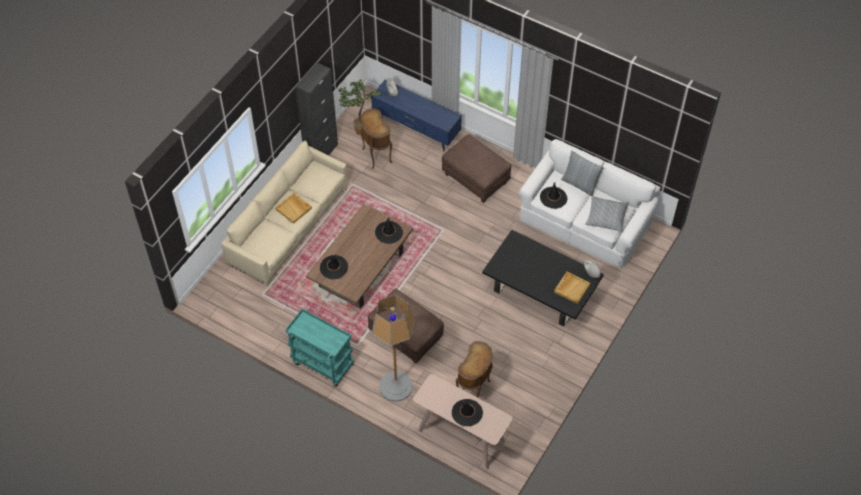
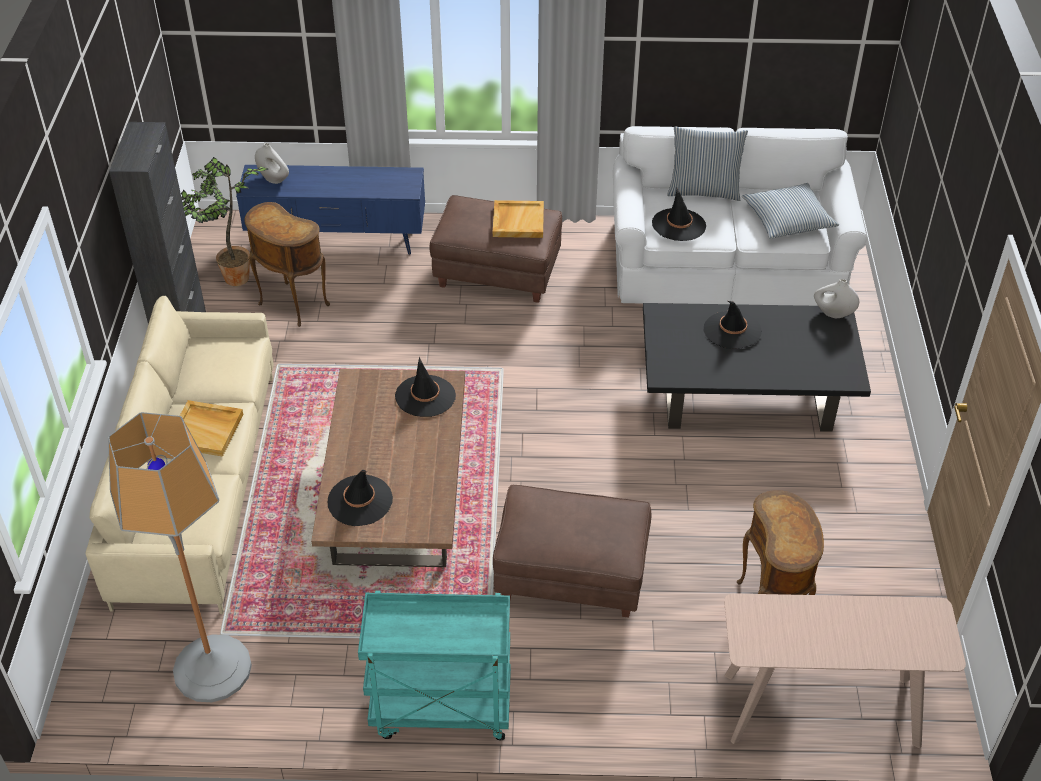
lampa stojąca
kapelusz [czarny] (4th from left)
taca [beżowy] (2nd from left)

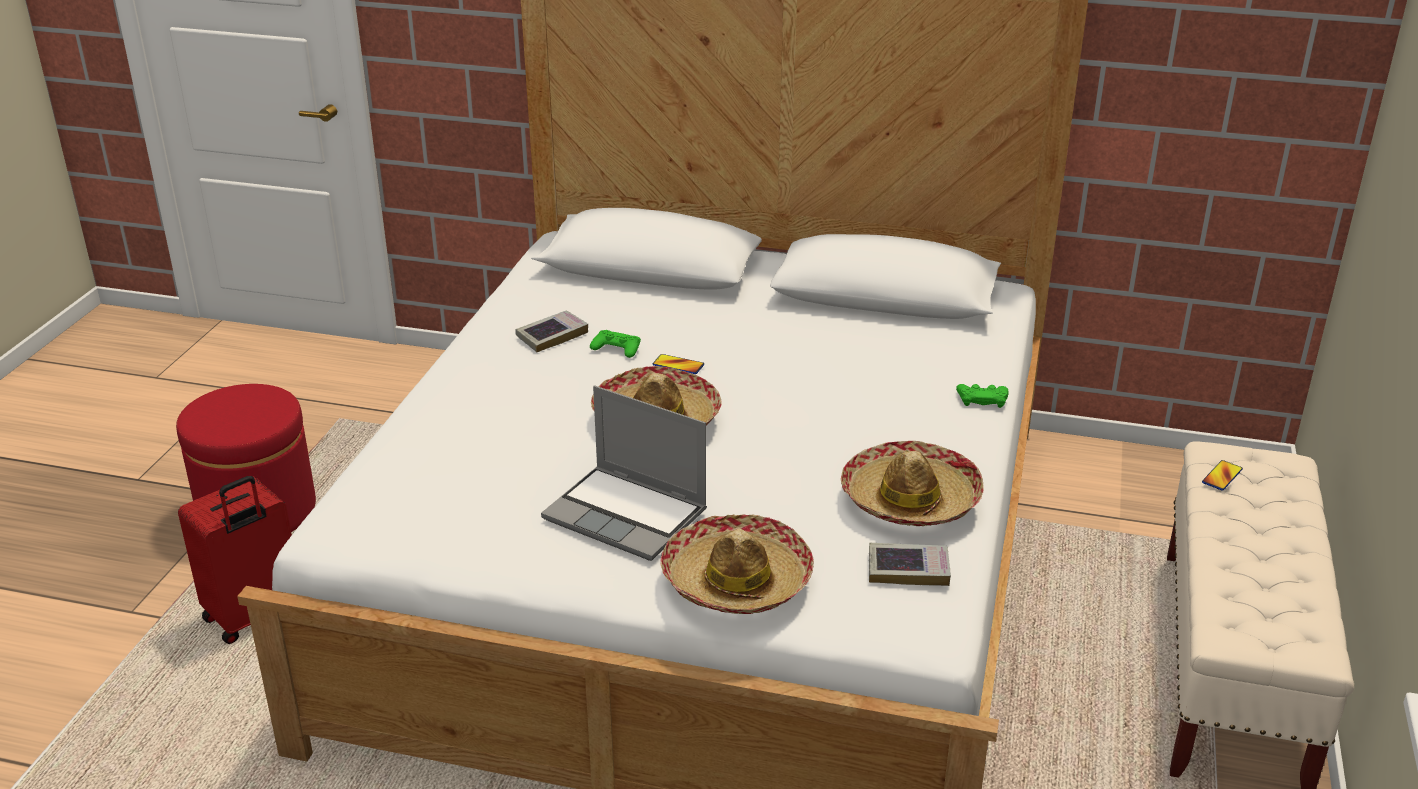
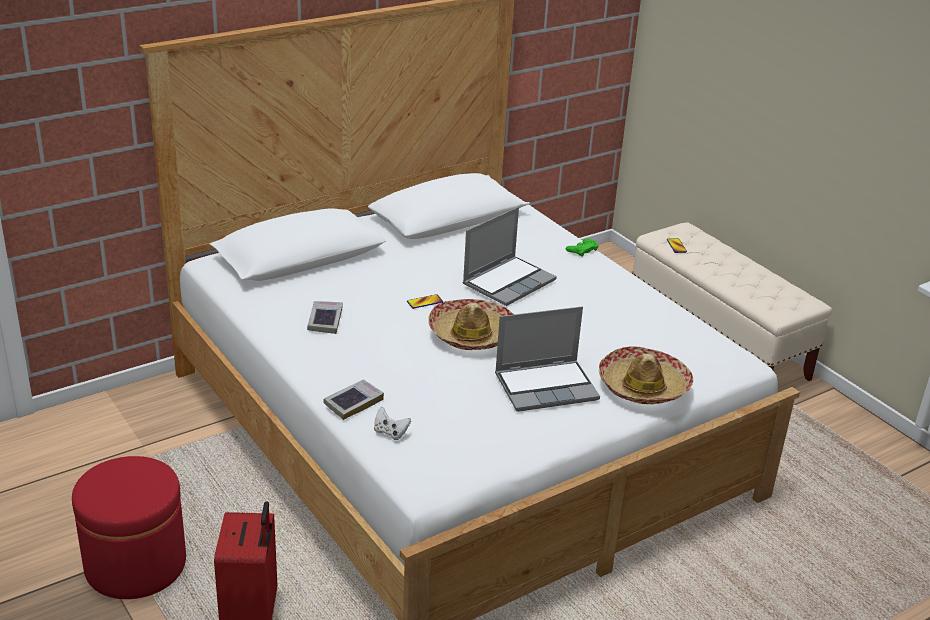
pad do gier [zielony] (1st from left in the first image)
kapelusz (3rd from left in the first image)
pad do gier [biały]
laptop (1st from left)
książka (2nd from left)

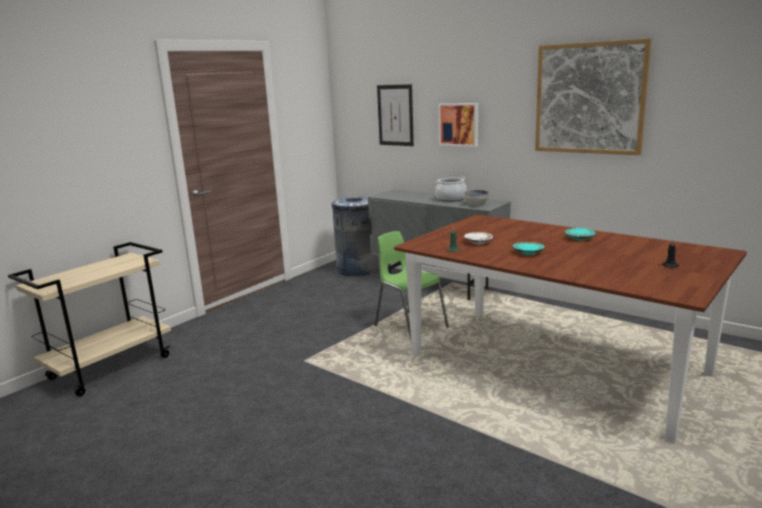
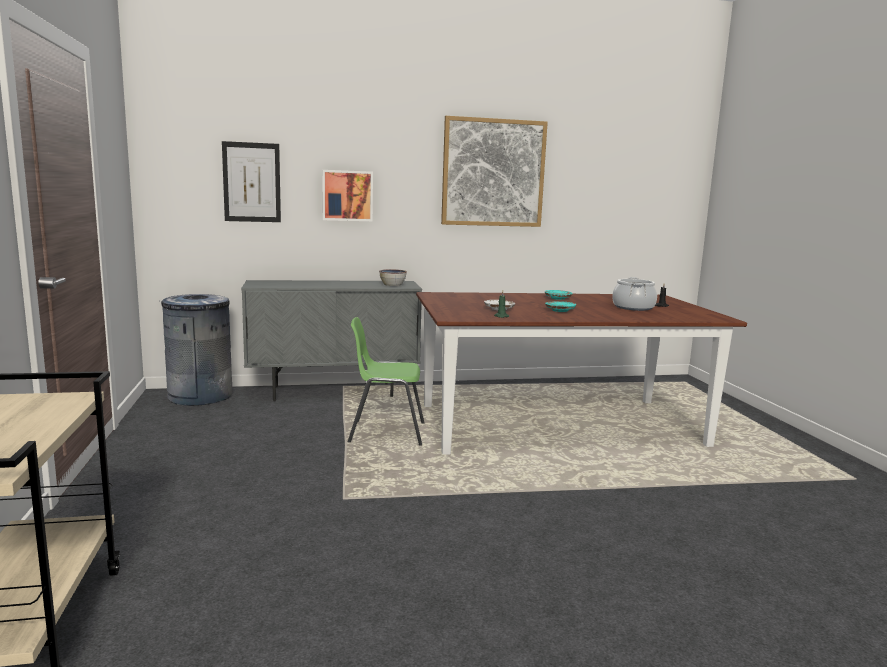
garnek

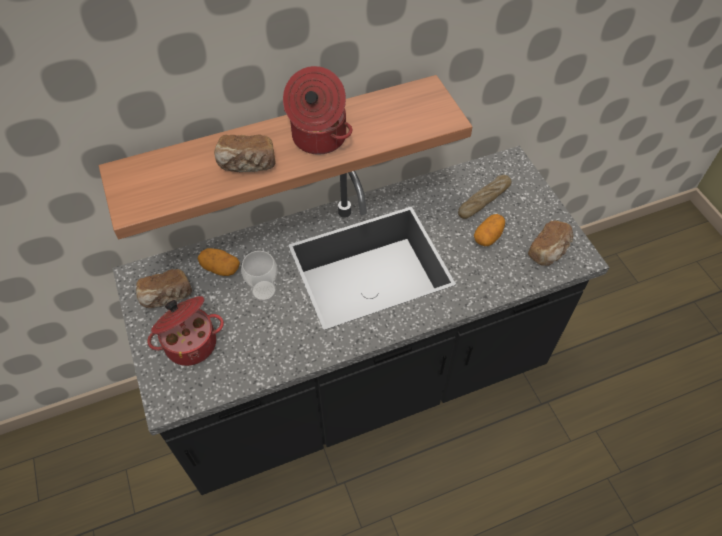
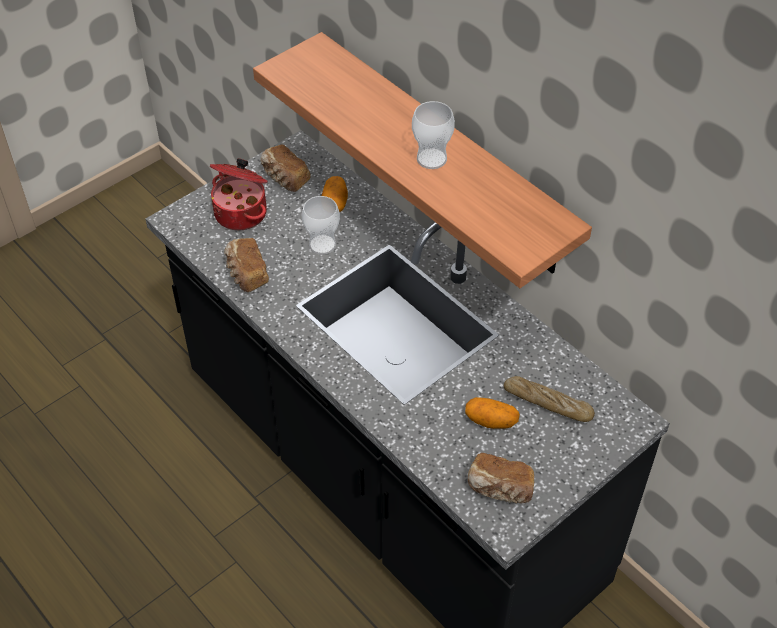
chleb (1st from left)
filiżanka (2nd from left)

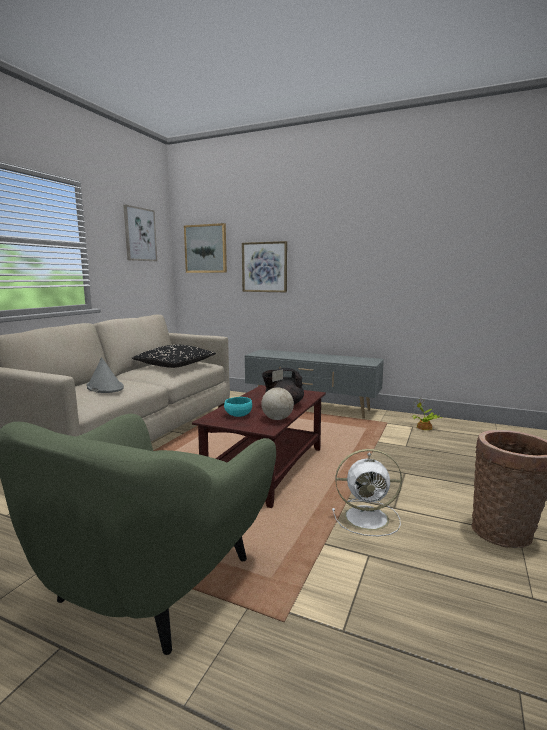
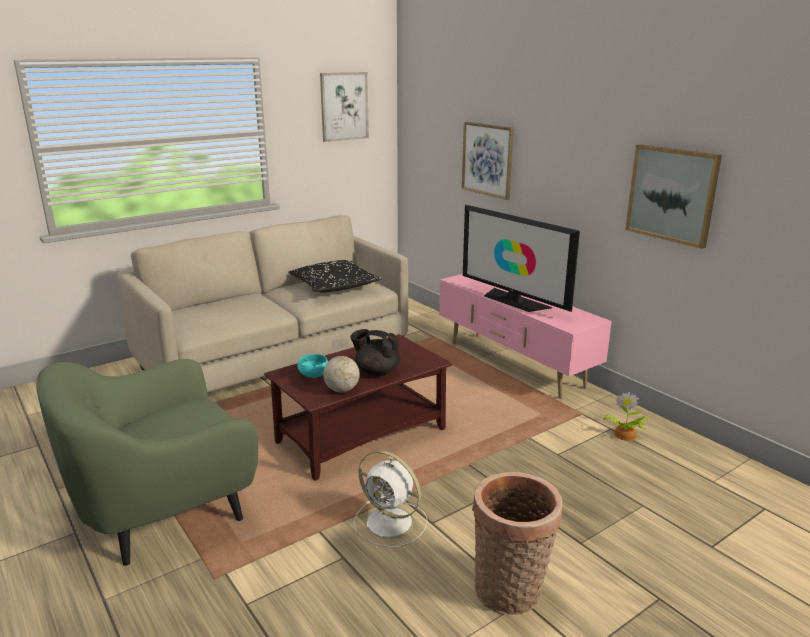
kapelusz [szary]
telewizor
obraz (3rd from left)
szafka pod telewizor [różowy]

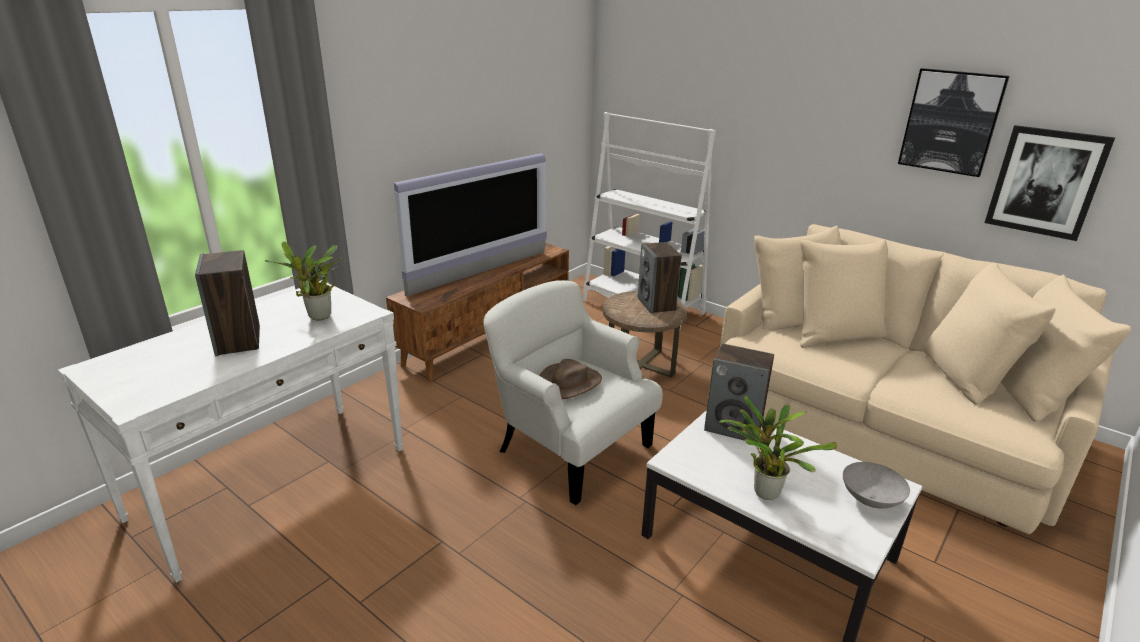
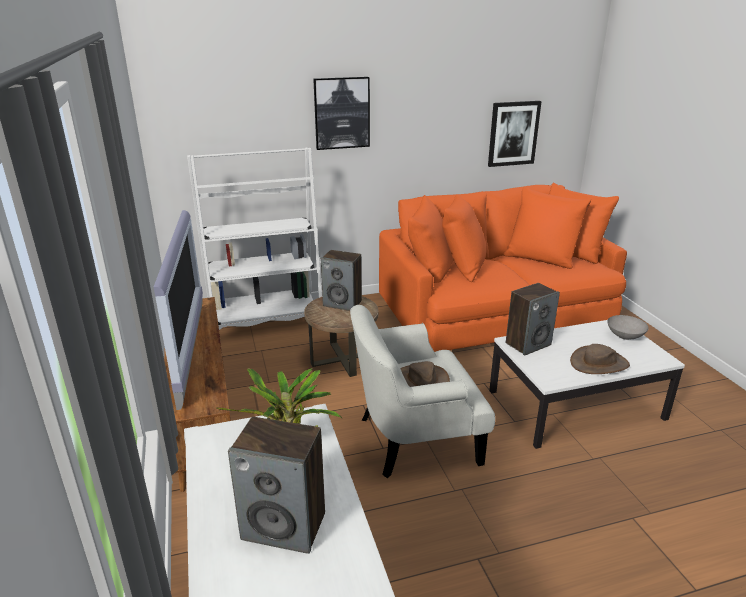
obraz (1st from left)
kapelusz [brązowy] (2nd from left)
kanapa [pomarańczowy]

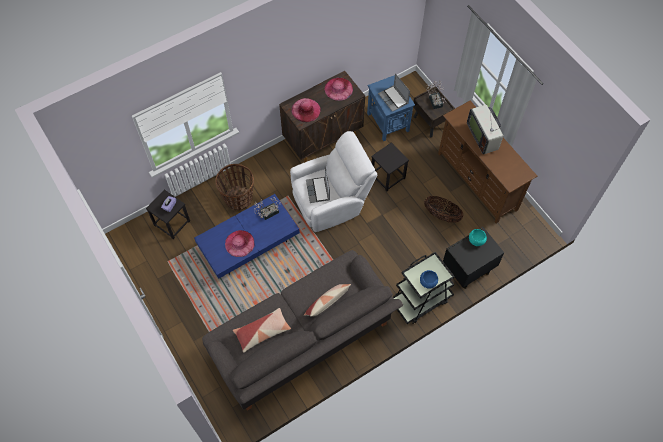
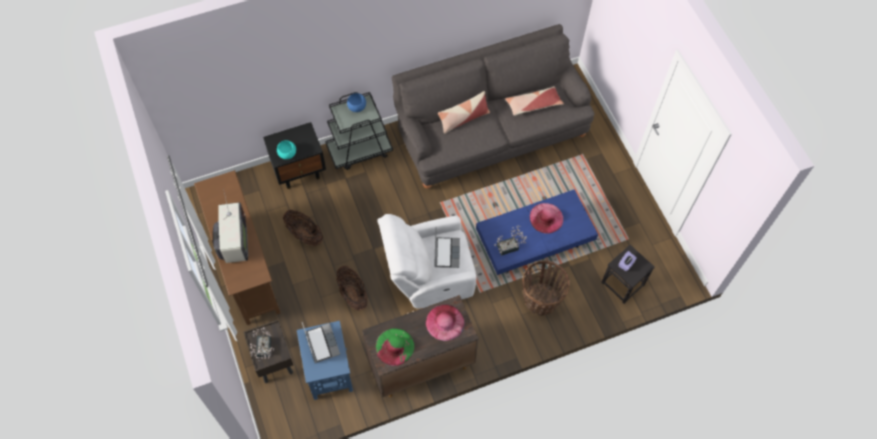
koszyk (2nd from left)
kapelusz [zielony]

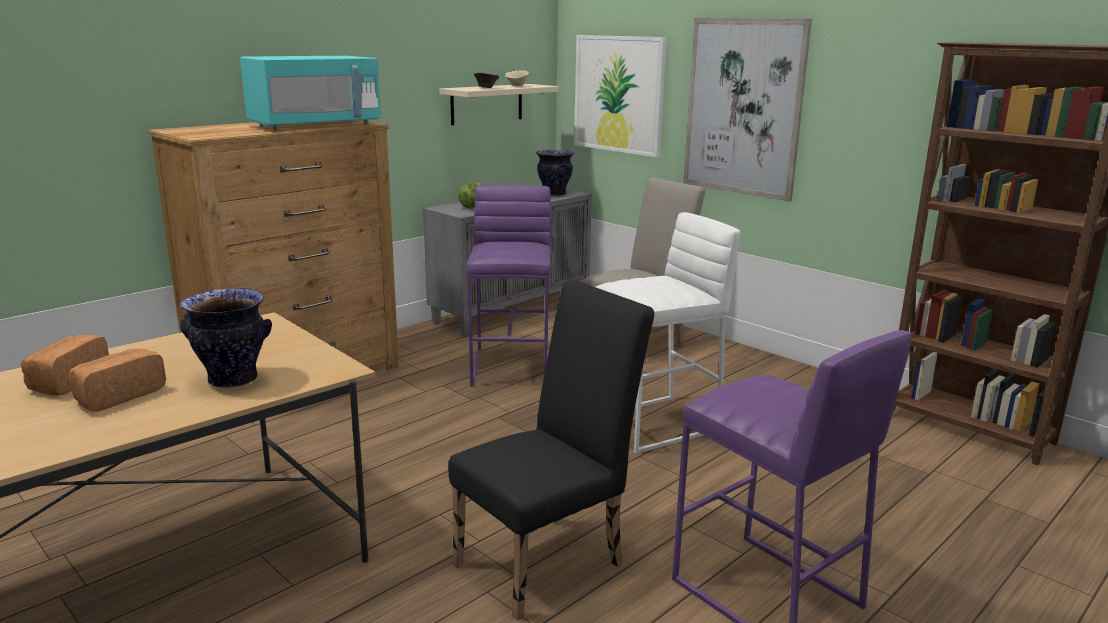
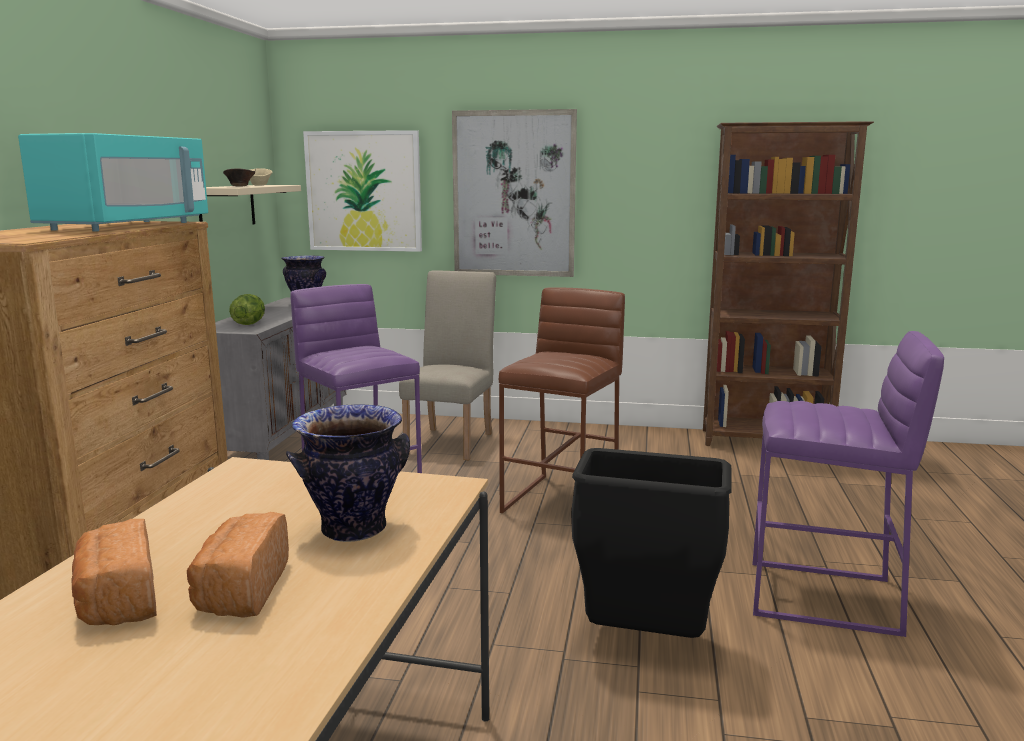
kosz na śmieci [czarny]
stołek [brązowy]

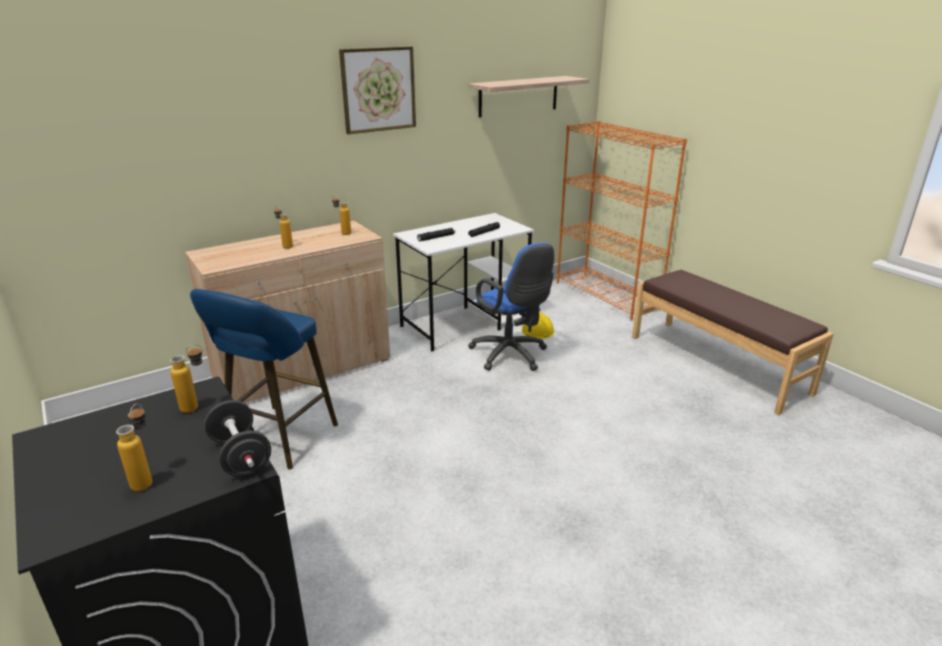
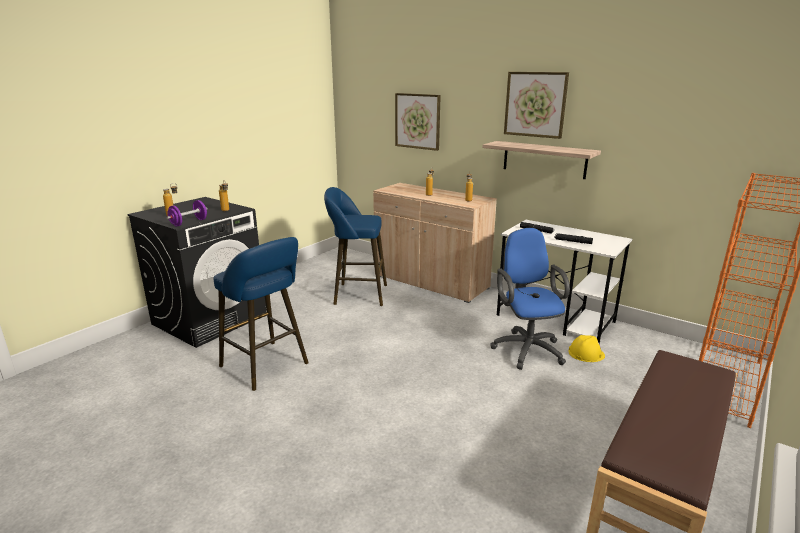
stołek [niebieski] (1st from left)
obraz (1st from left)
półka
hantel [fioletowy]
krzesło biurowe [niebieski]

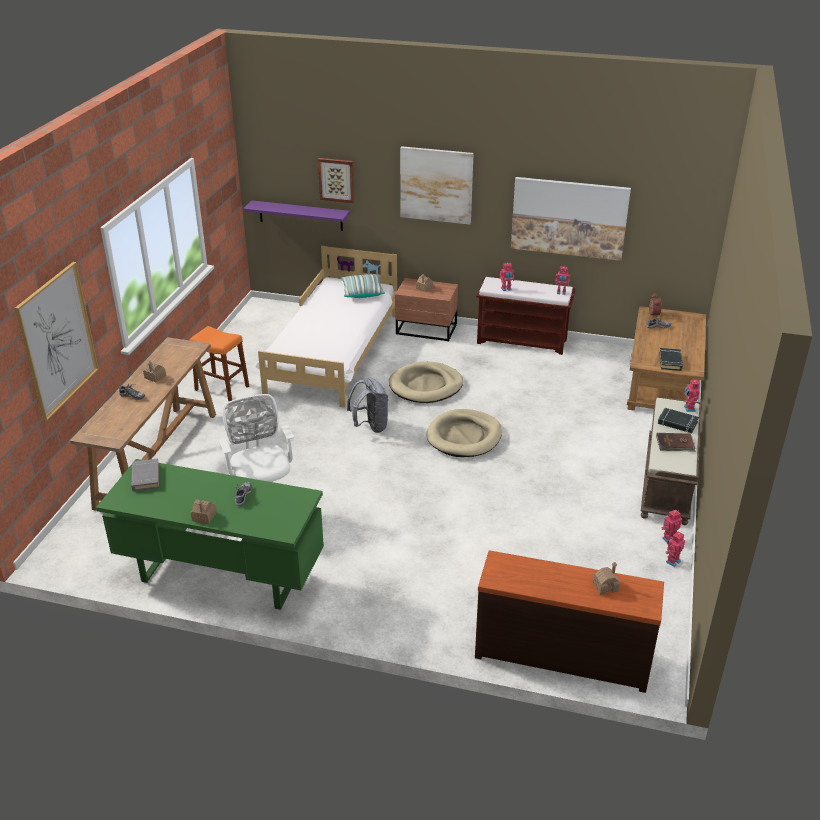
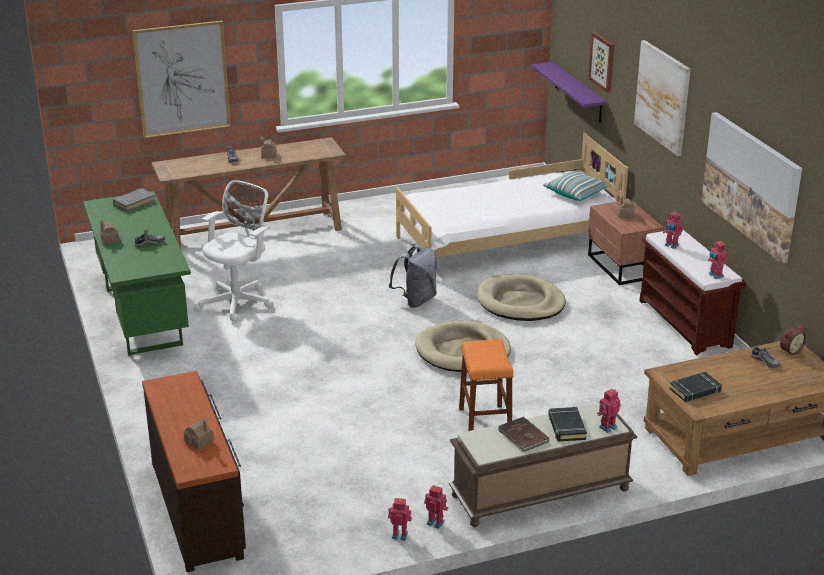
stołek [pomarańczowy]

